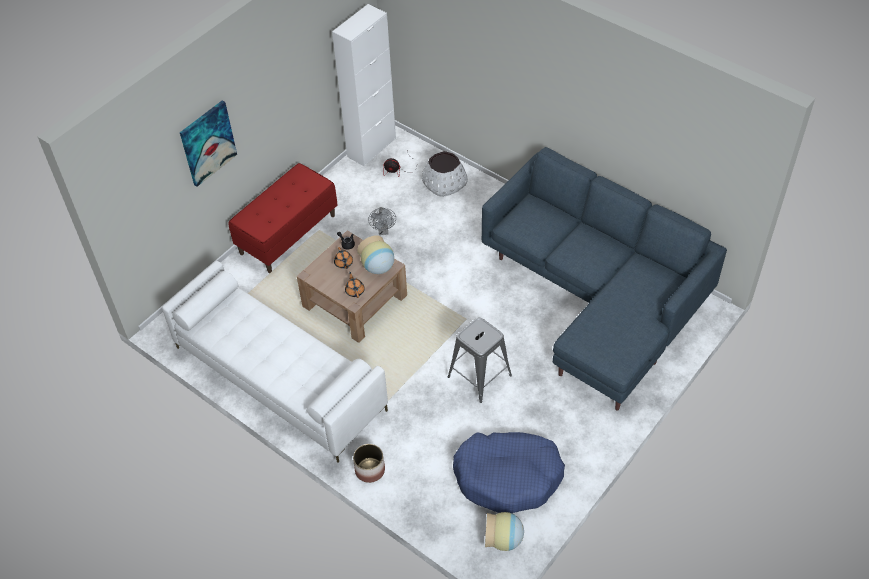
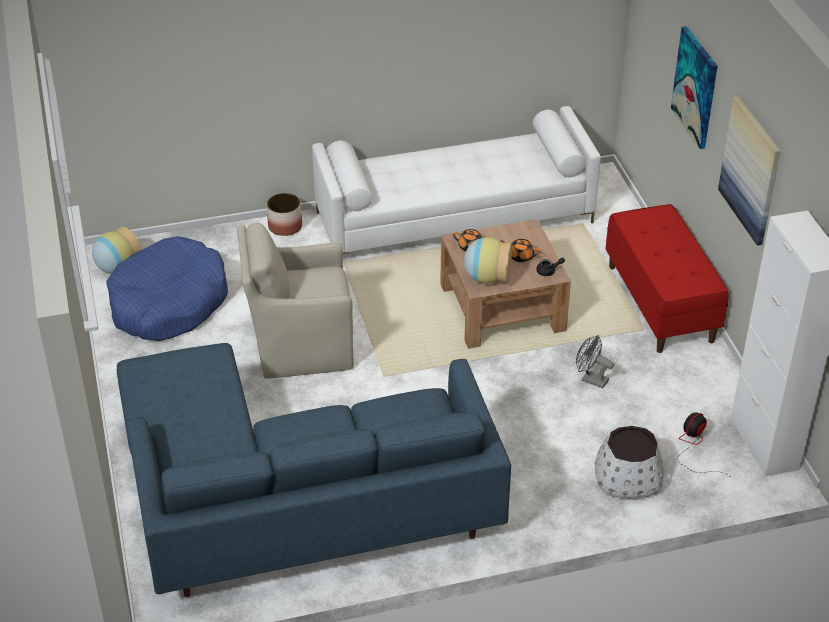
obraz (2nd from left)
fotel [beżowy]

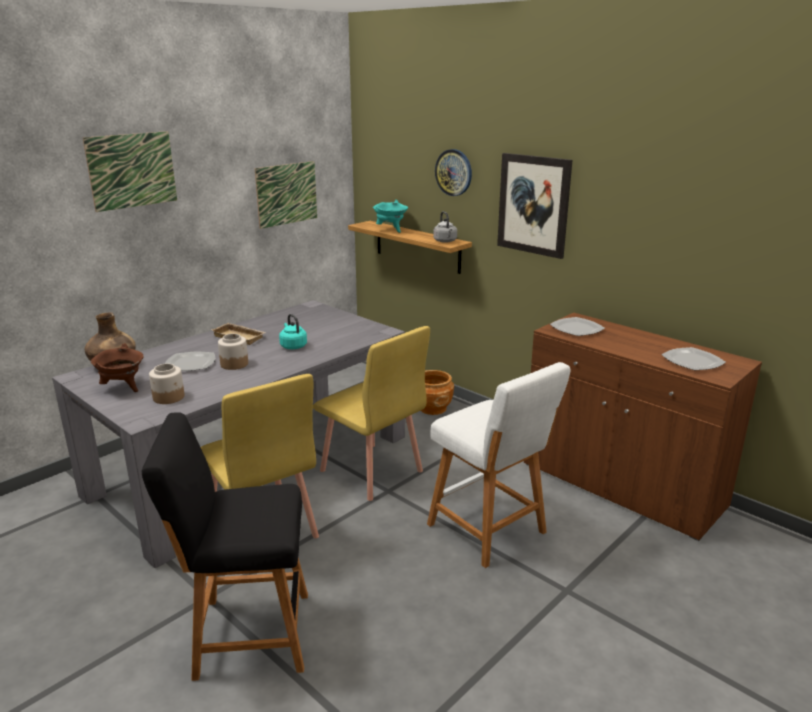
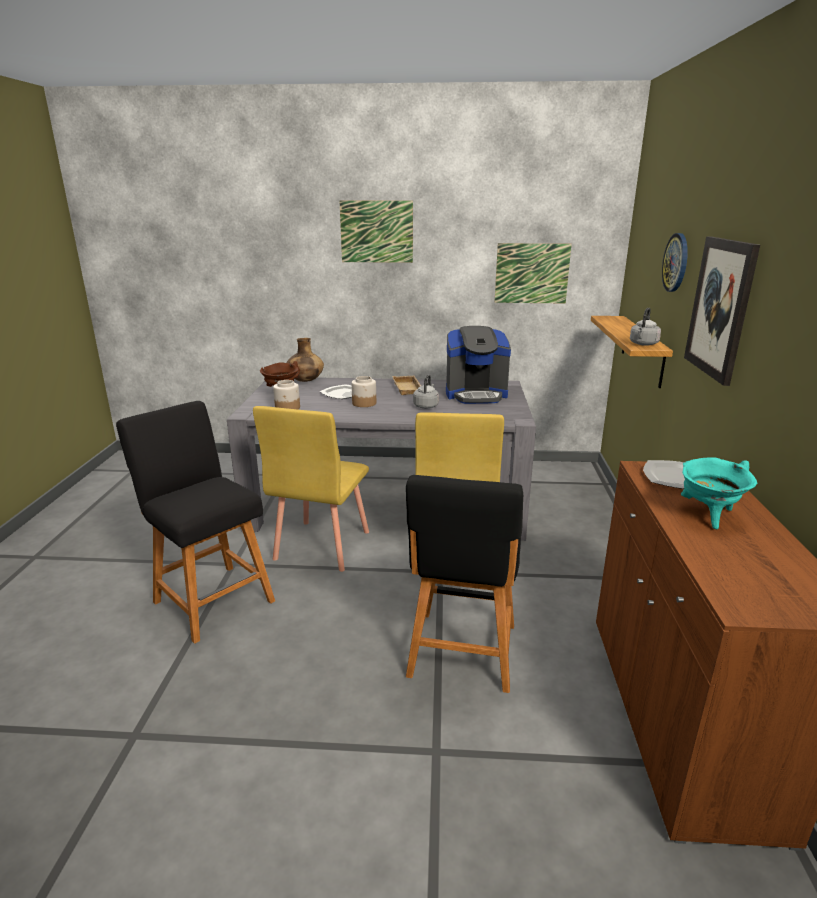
donica [brązowy]
talerz (3rd from left in the first image)
ekspres do kawy
garnek [turkusowy]
czajnik [szary] (1st from left)
stołek [czarny] (2nd from left)

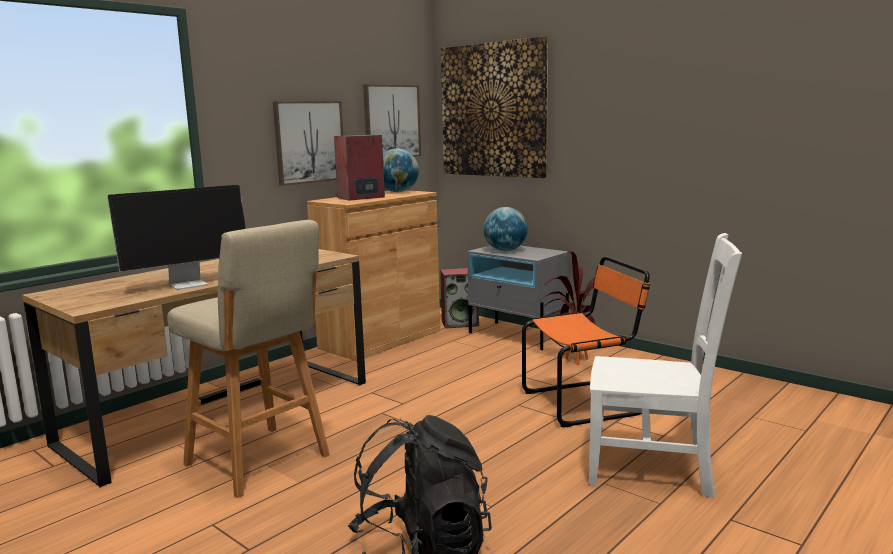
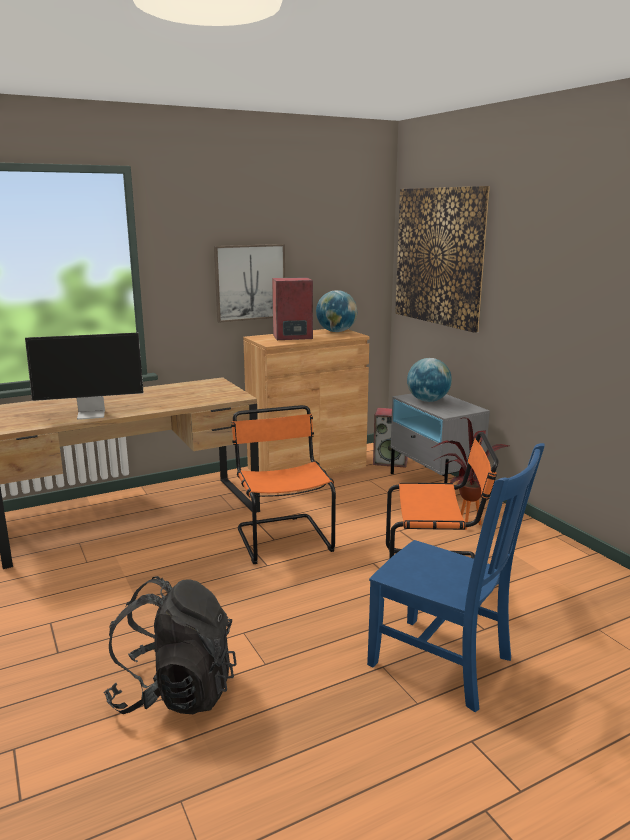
stołek [beżowy]
obraz (2nd from left in the first image)
krzesło [pomarańczowy] (1st from left)
krzesło [niebieski]

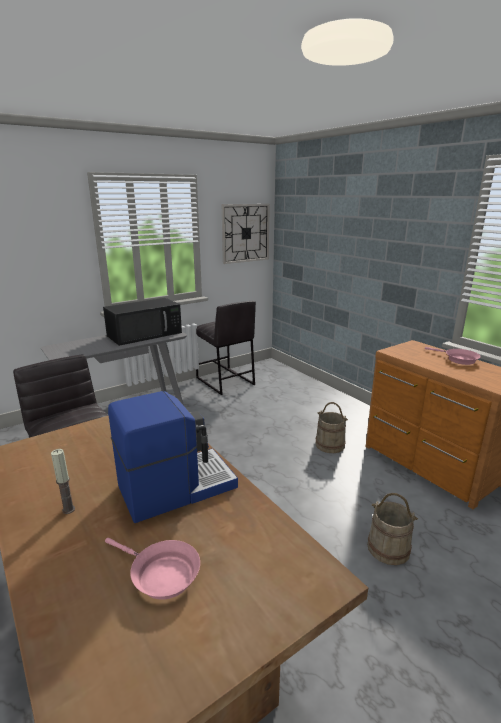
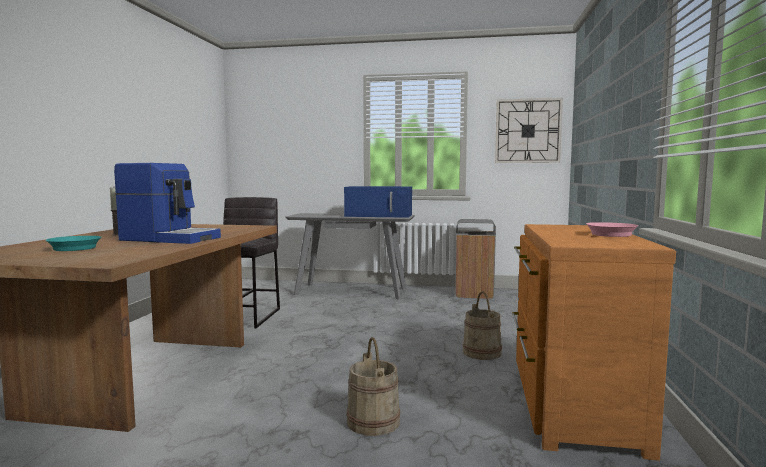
kosz na śmieci [szary]
mikrofalówka [niebieski]
patelnia [turkusowy]

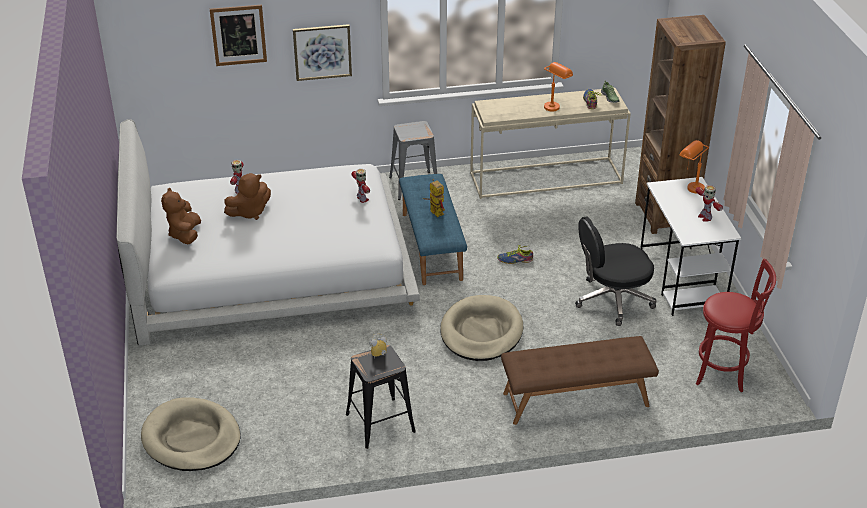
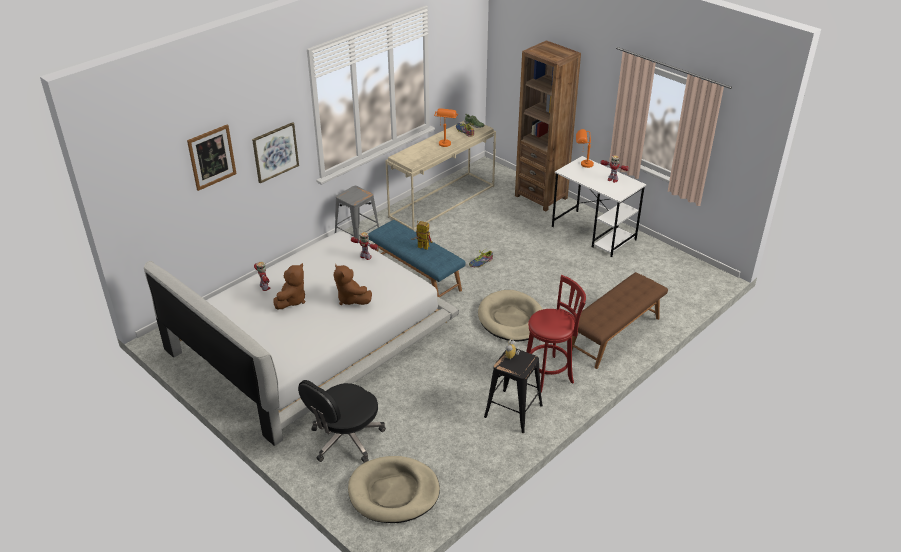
pluszak [brązowy] (2nd from left)
krzesło biurowe [czarny]
stołek [czerwony]

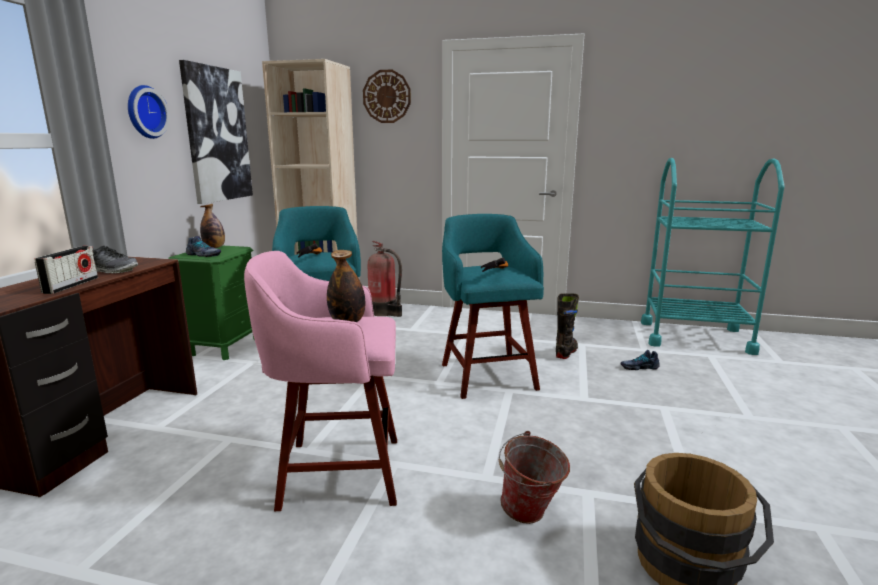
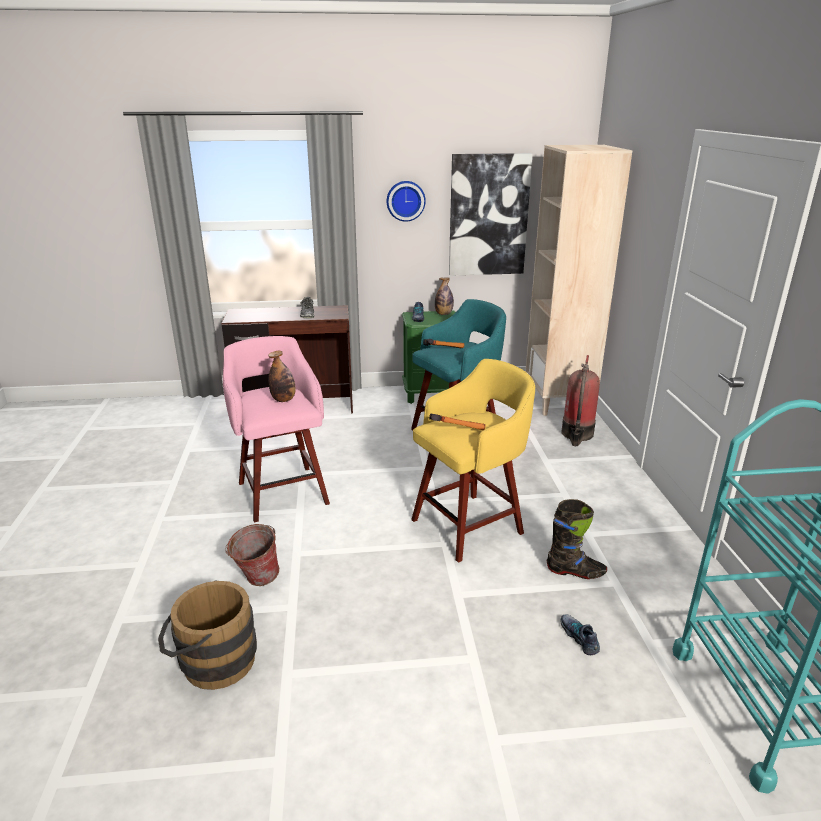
radio
zegar ścienny (2nd from left in the first image)
stołek [żółty]

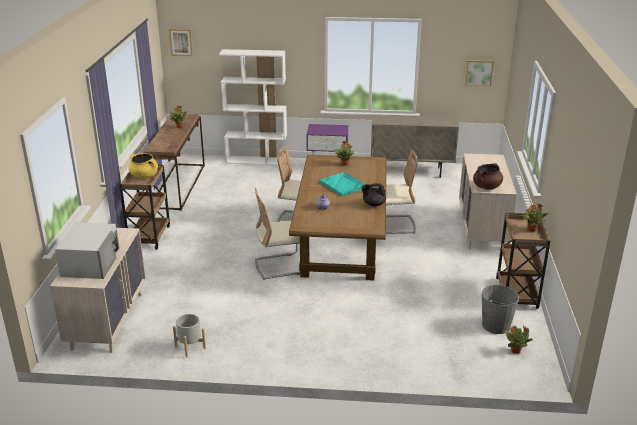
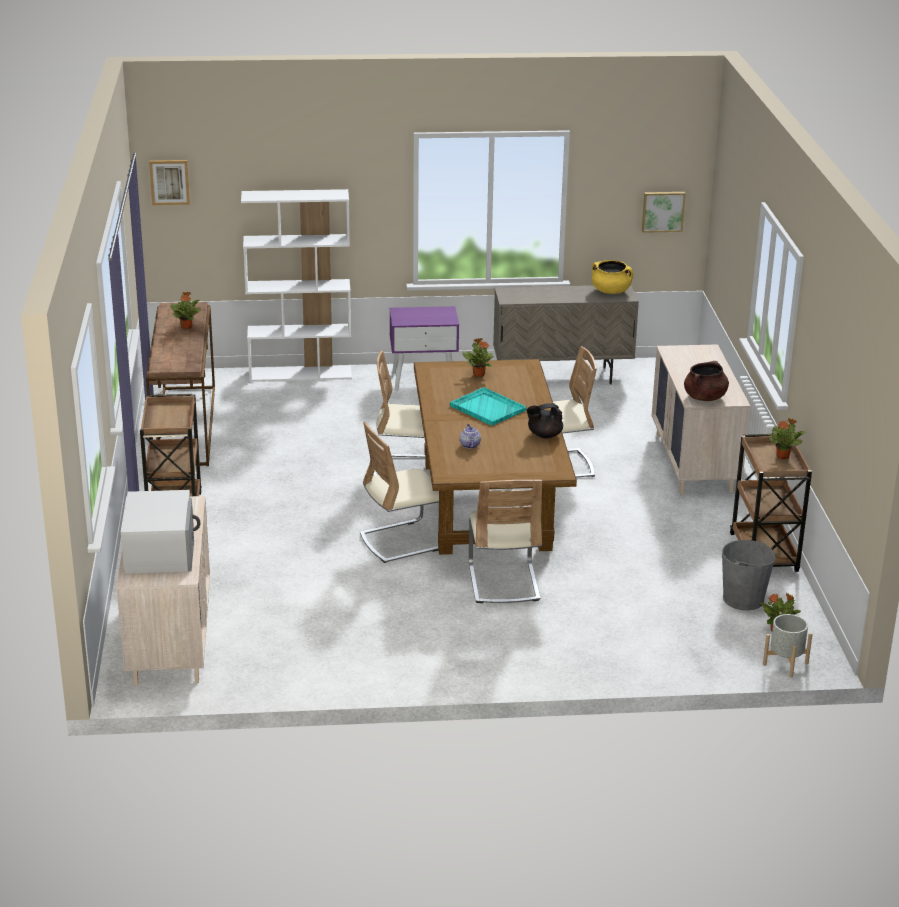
krzesło [beżowy] (3rd from left)
garnek [żółty]
donica [szary]

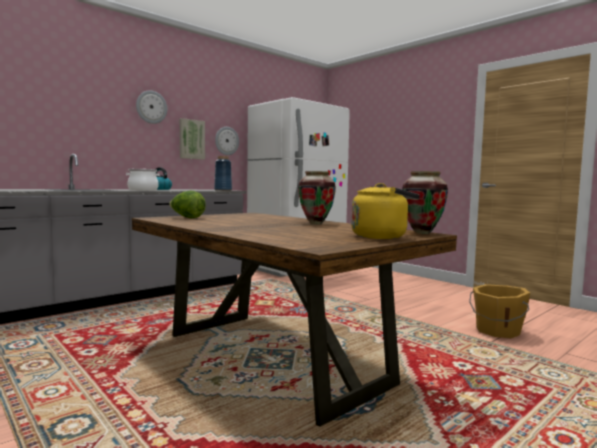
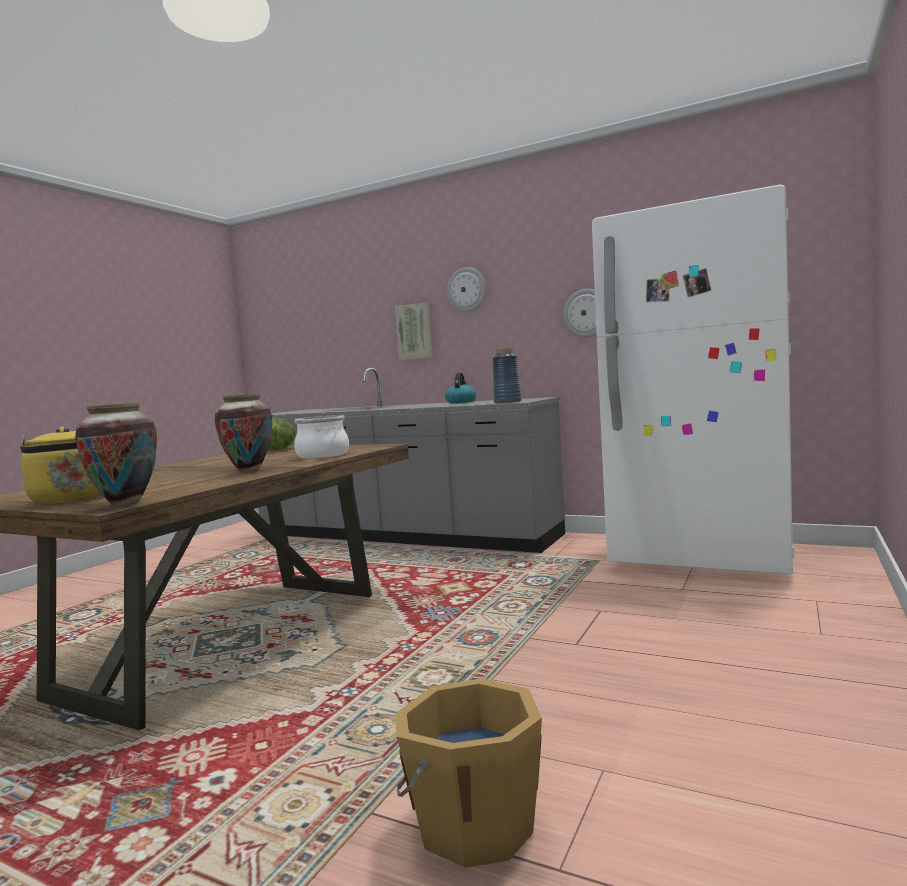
garnek
obraz

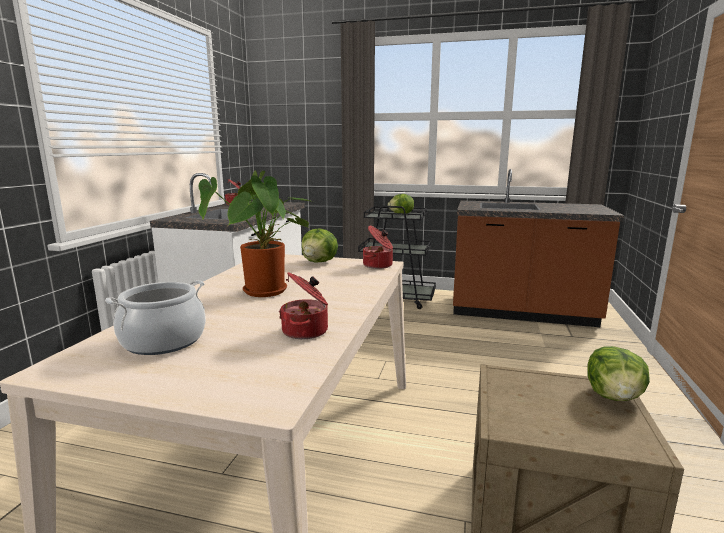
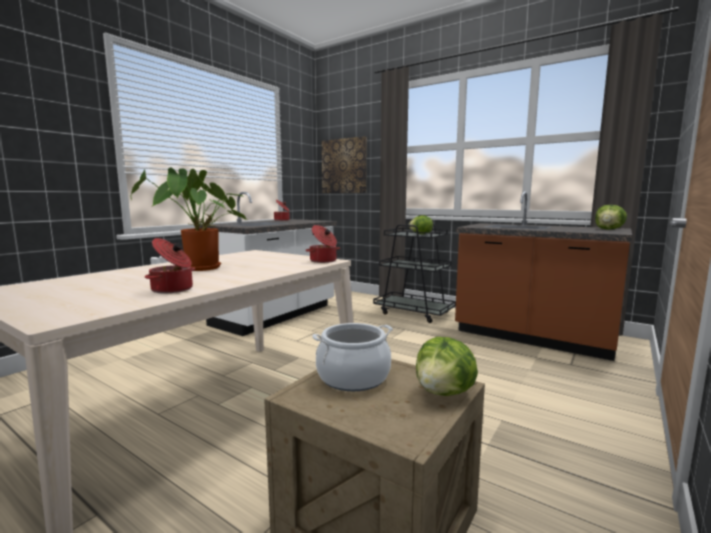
obraz
garnek (4th from left)
sałata (3rd from left)

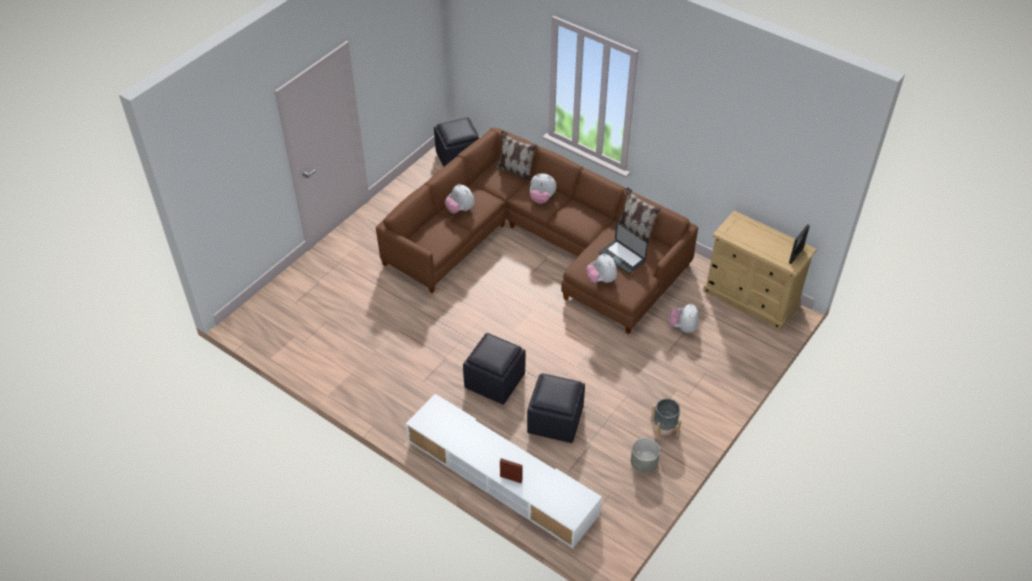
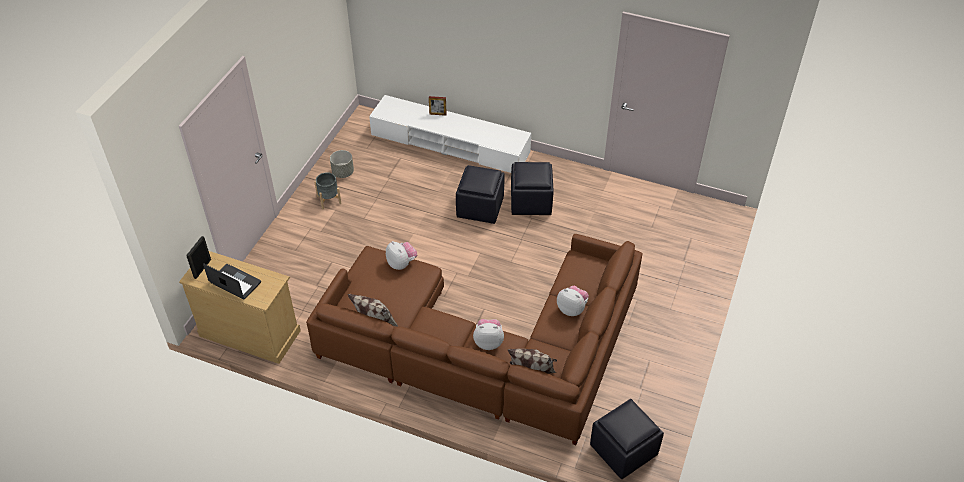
pluszak (4th from left in the first image)
pufa [czarny] (2nd from left)
laptop

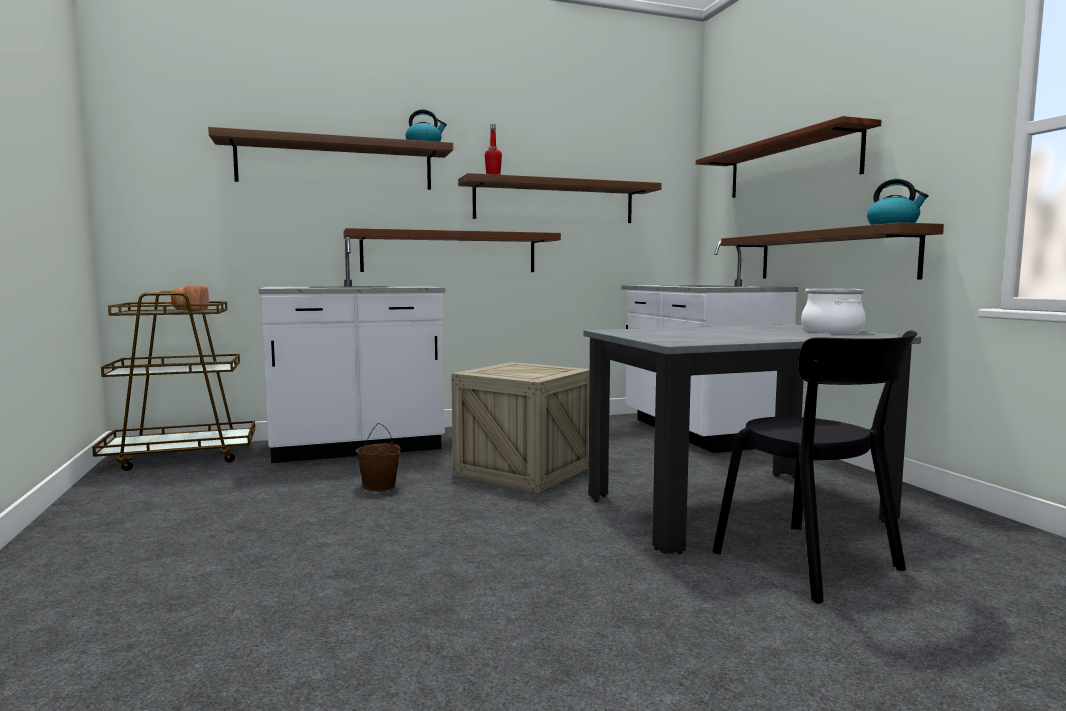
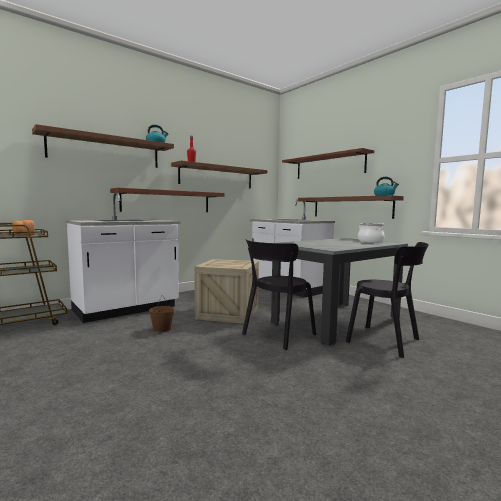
krzesło [czarny] (1st from left)

